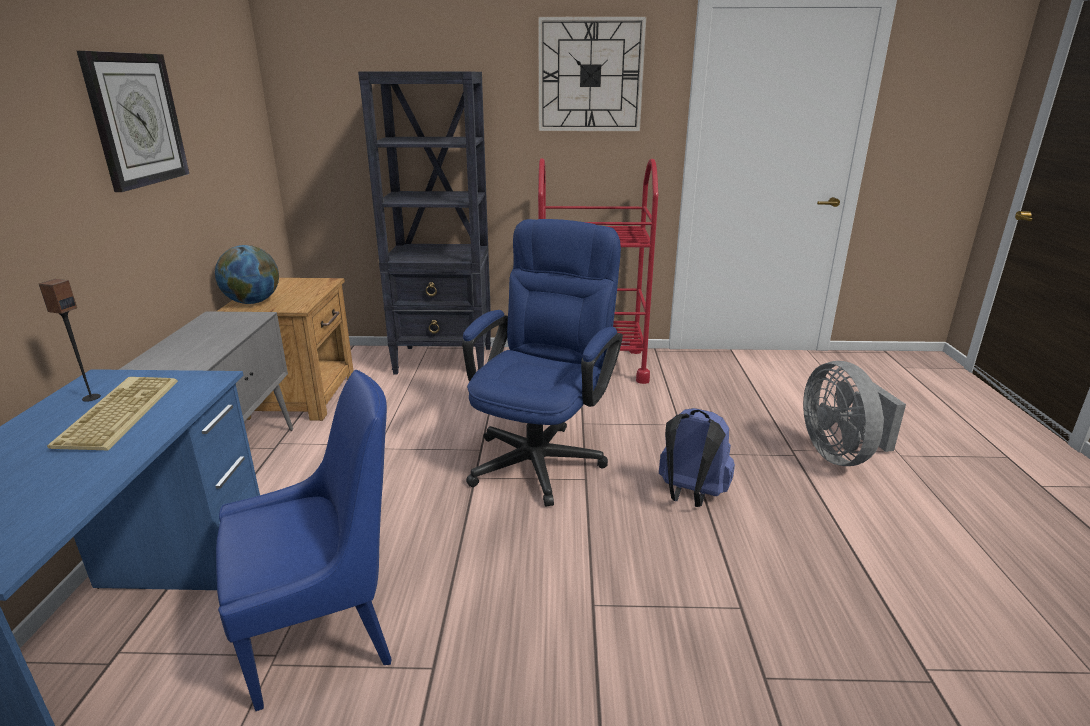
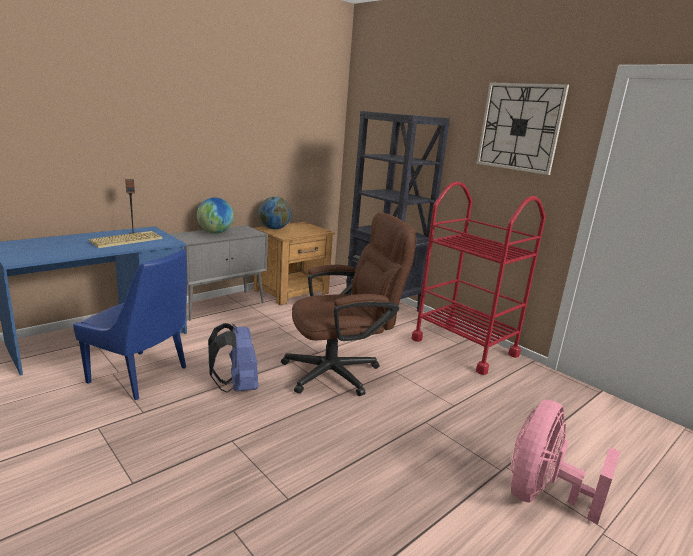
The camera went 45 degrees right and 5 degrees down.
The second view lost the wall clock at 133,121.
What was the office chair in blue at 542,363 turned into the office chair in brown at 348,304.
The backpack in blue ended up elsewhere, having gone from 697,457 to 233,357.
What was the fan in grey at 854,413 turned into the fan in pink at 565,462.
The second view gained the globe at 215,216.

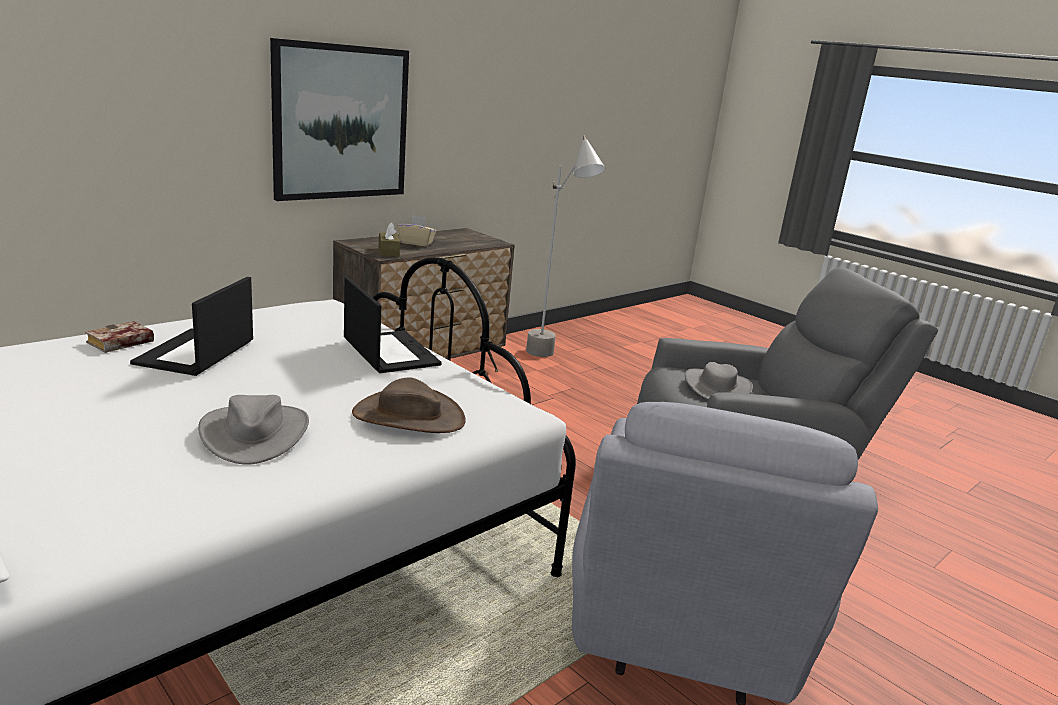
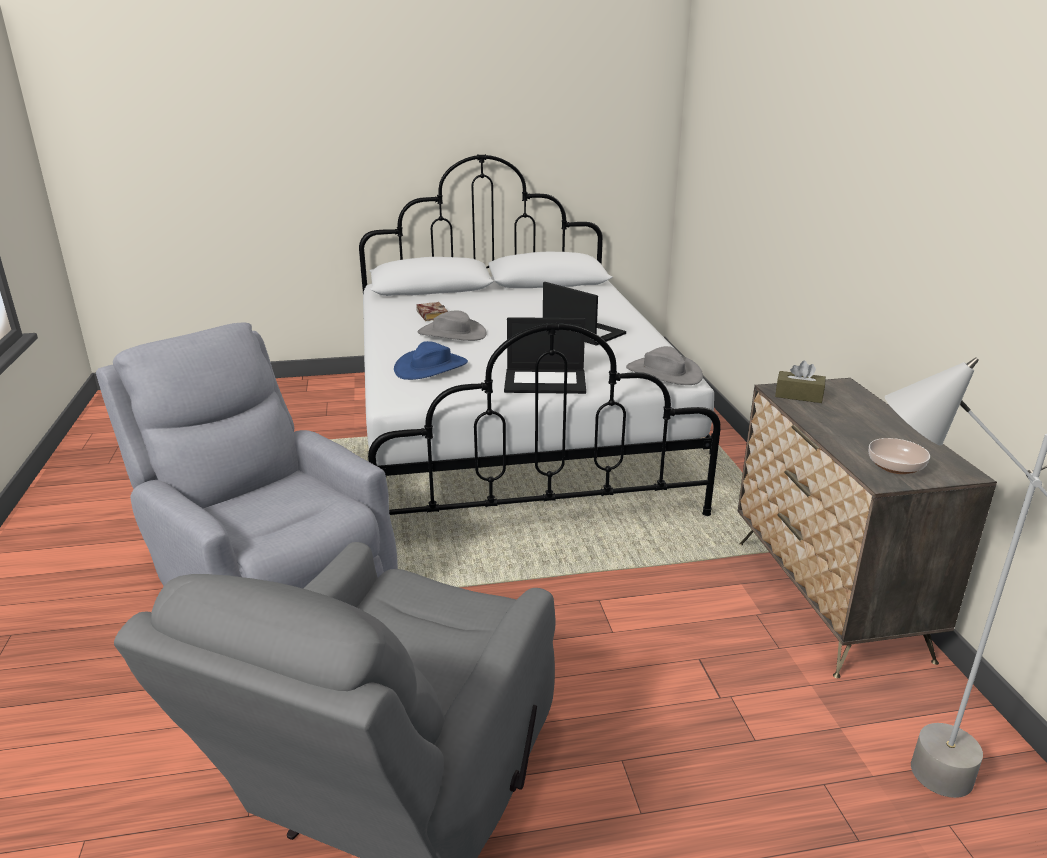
The camera went 125 degrees right and 5 degrees up.
The book ended up elsewhere, having gone from 119,337 to 432,311.
The second view lost the picture at 339,119.
What was the hat in brown at 409,405 turned into the hat in blue at 431,360.
The second view lost the tissue box in beige at 416,231.
The hat in grey ended up elsewhere, having gone from 719,381 to 664,365.
The second view gained the bowl at 899,456.

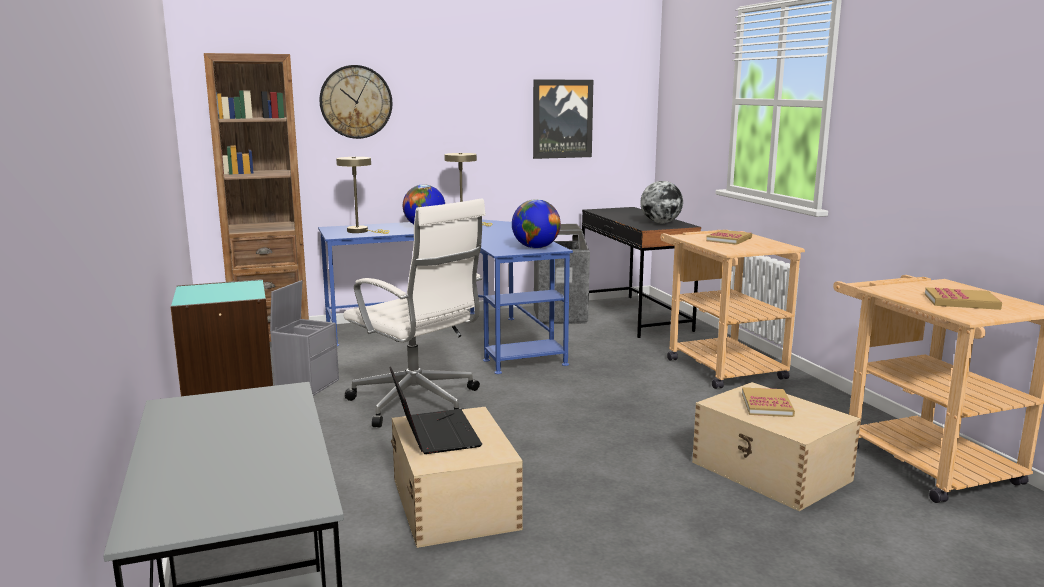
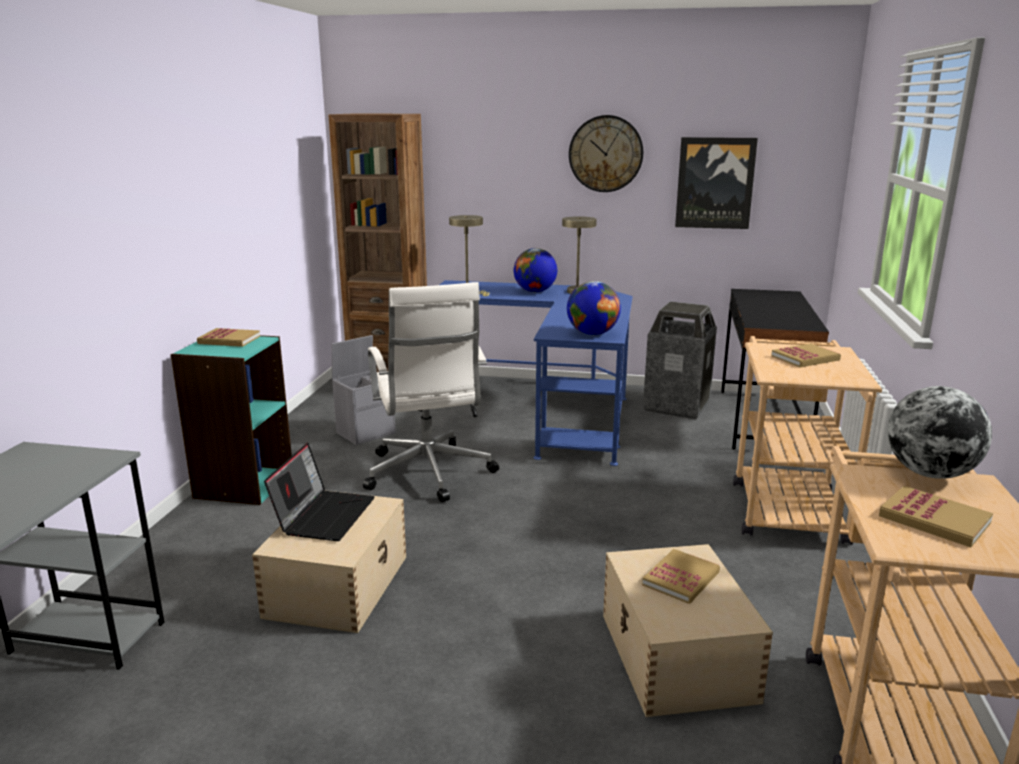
The camera went 30 degrees right and 5 degrees up.
The wall clock ended up elsewhere, having gone from 355,102 to 606,153.
The globe ended up elsewhere, having gone from 661,202 to 940,432.
The second view gained the book at 228,337.

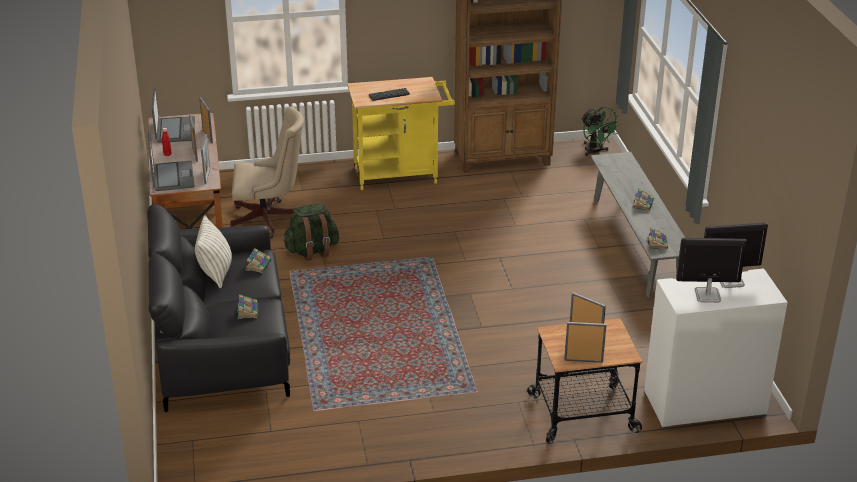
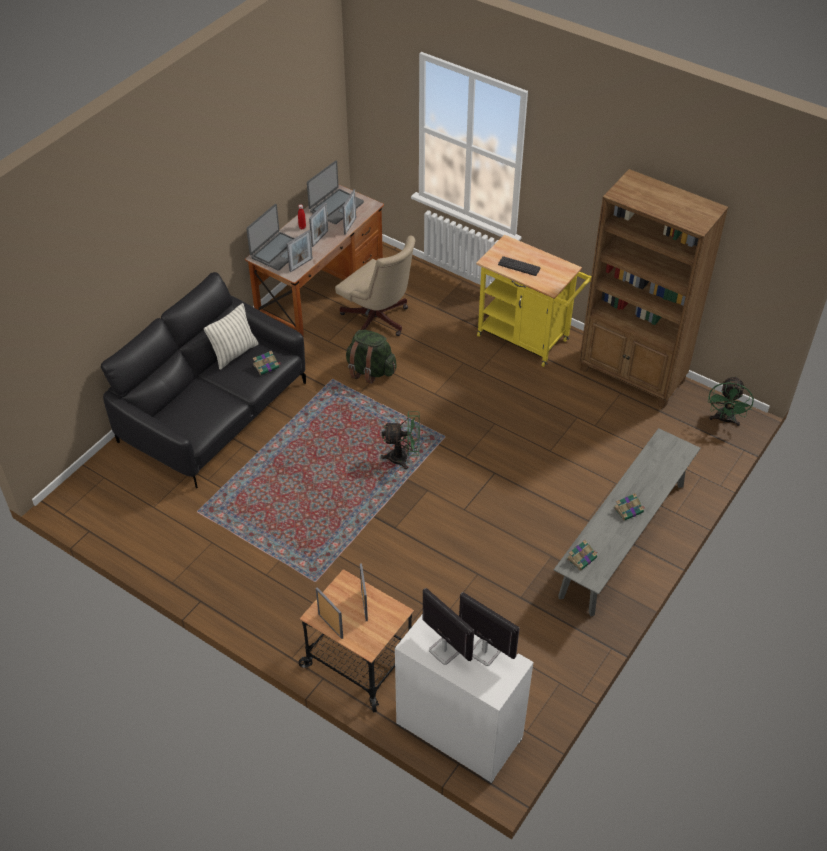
The camera went 45 degrees right and 15 degrees up.
The second view lost the book at 247,306.
The second view gained the fan in green at 400,440.

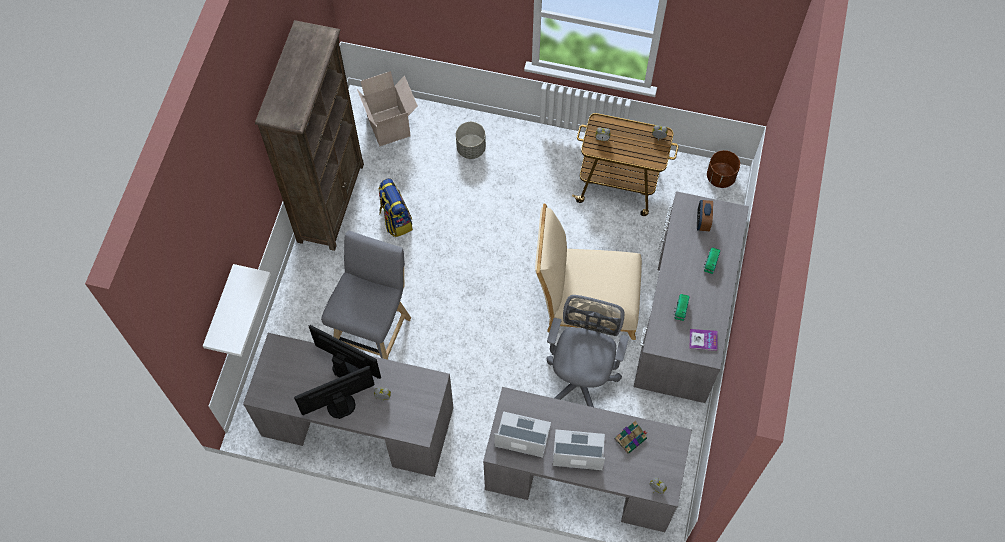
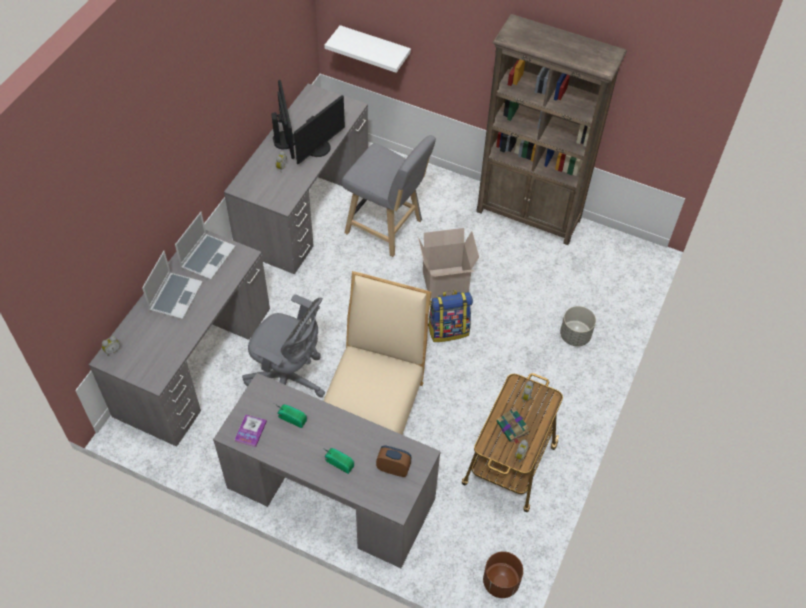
The camera went 100 degrees right and 10 degrees down.
The cardboard box ended up elsewhere, having gone from 387,109 to 448,263.
The backpack ended up elsewhere, having gone from 396,207 to 450,316.
The book ended up elsewhere, having gone from 631,437 to 512,426.

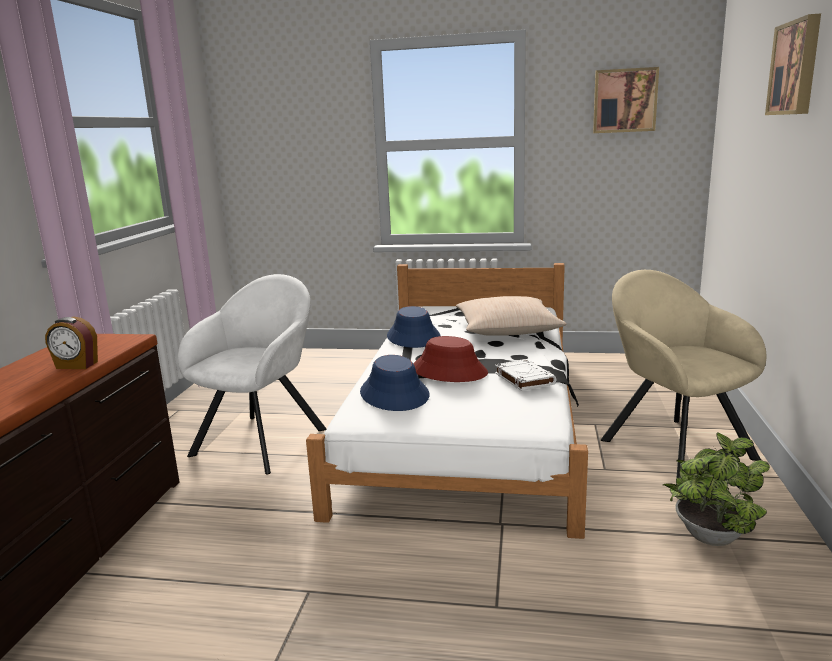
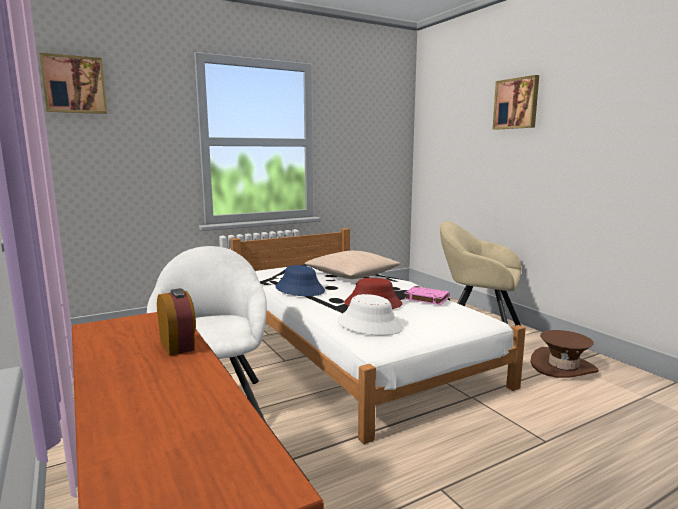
The camera went 40 degrees left and 5 degrees down.
The alarm clock at 71,343 ended up facing another way, 90 degrees counterclockwise from before.
What was the hat in blue at 395,383 turned into the hat in white at 370,314.
What was the book in white at 525,375 turned into the book in pink at 426,295.
The picture ended up elsewhere, having gone from 626,100 to 73,83.
Where the potted plant stood at 716,489, the hat in brown came to stand at 564,354.

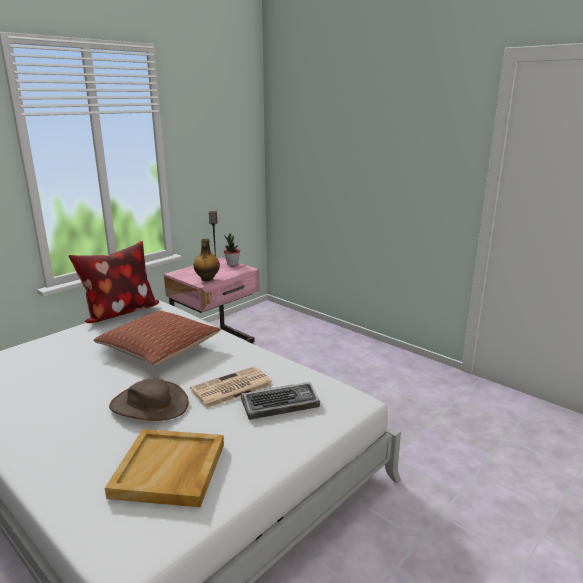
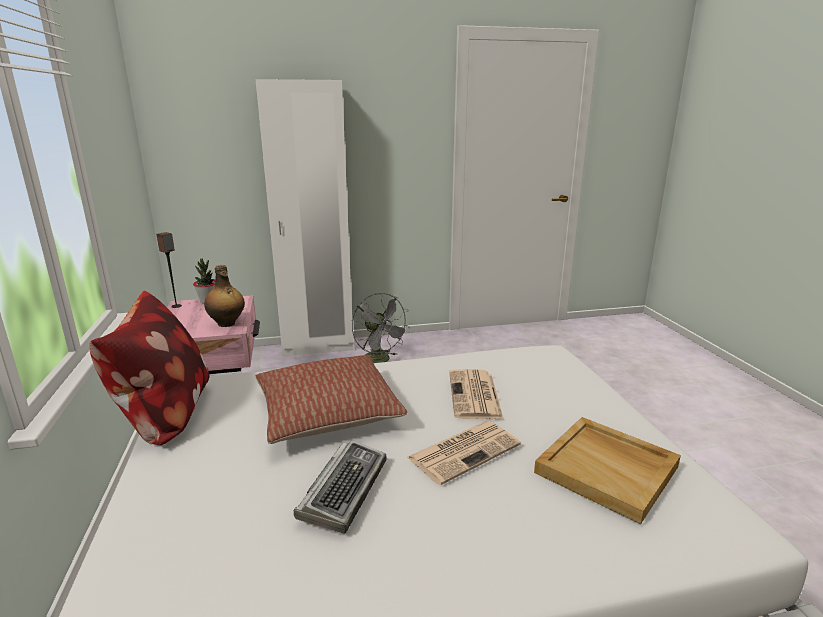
The camera went 55 degrees left and 0 degrees up.
Where the hat in brown stood at 149,399, the newspaper came to stand at 463,453.
The keyboard ended up elsewhere, having gone from 280,401 to 340,486.
The second view gained the wardrobe in white at 304,218.
The second view gained the fan in grey at 381,328.

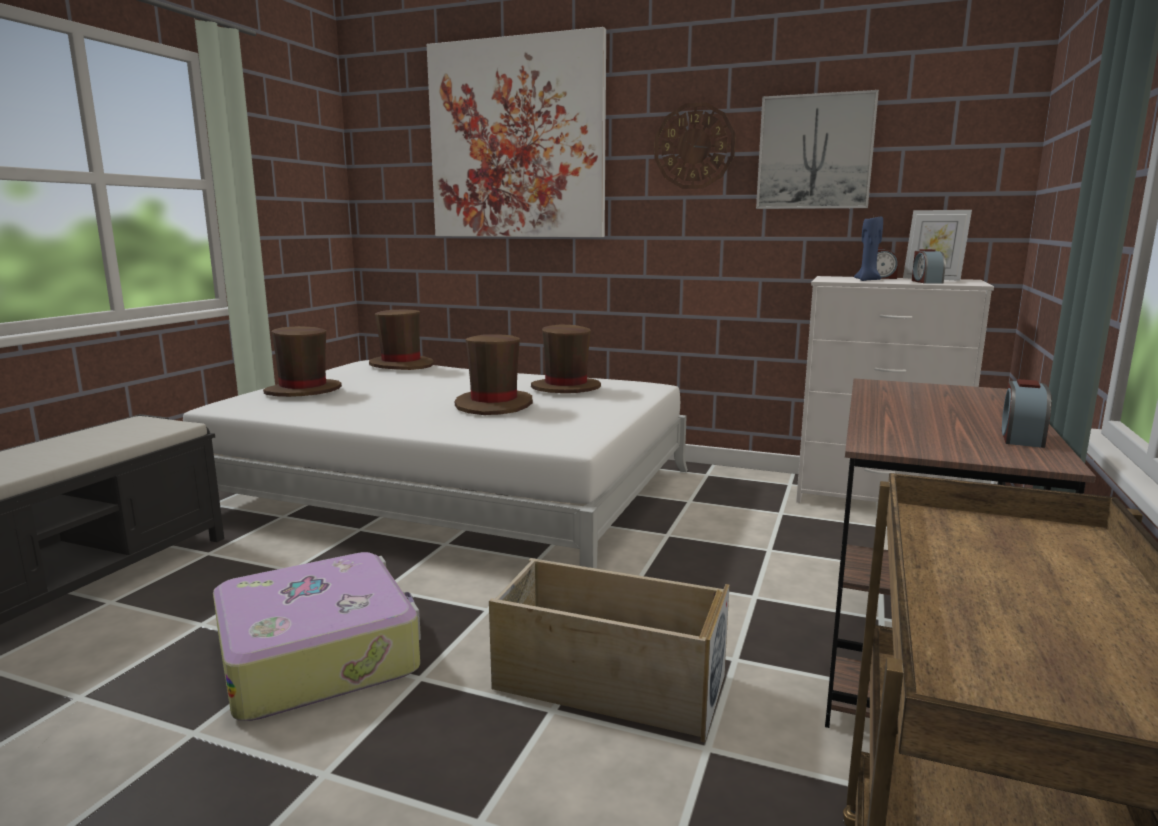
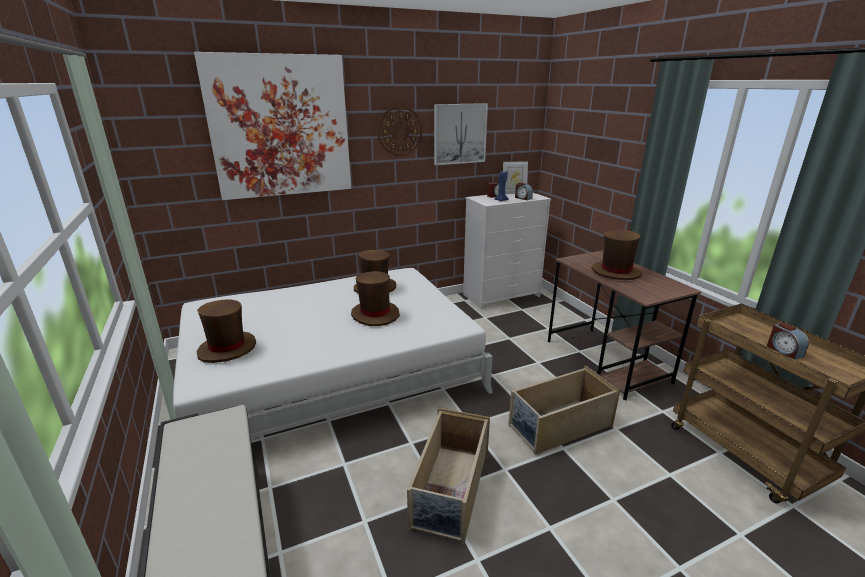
The camera went 45 degrees left and 10 degrees up.
Where the suitcase stood at 317,636, the storage box in beige came to stand at 448,476.
The hat in brown ended up elsewhere, having gone from 401,340 to 616,255.
The alarm clock ended up elsewhere, having gone from 1026,413 to 788,341.

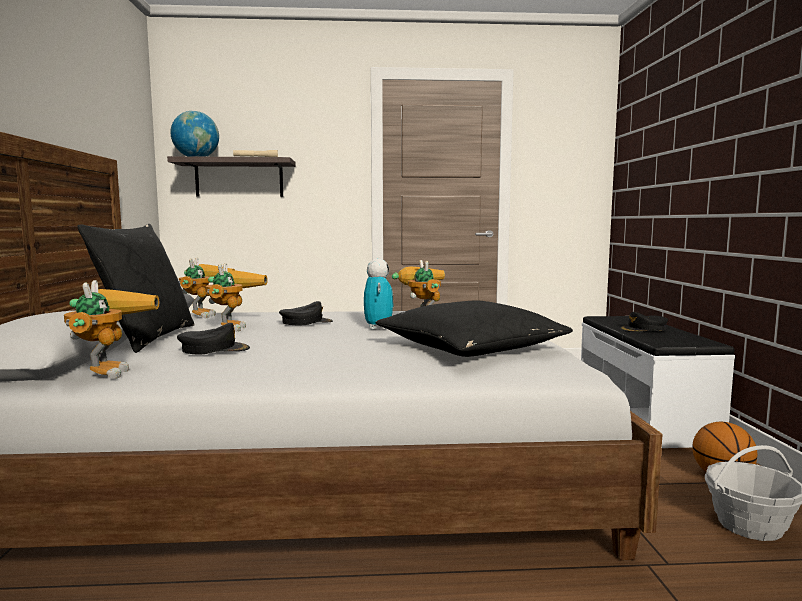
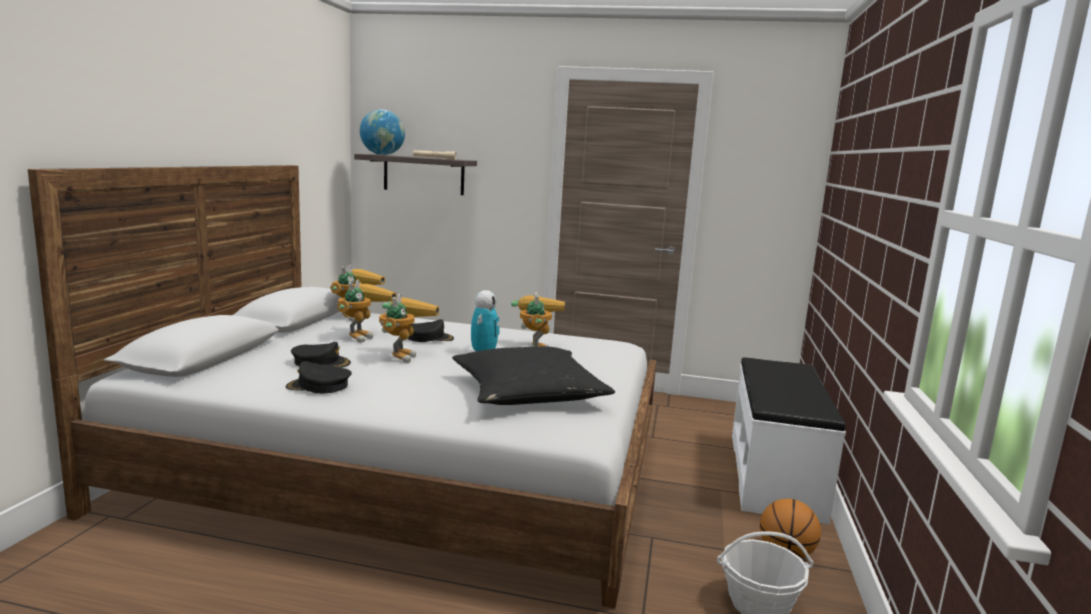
The camera went 15 degrees right and 5 degrees up.
The toy robot ended up elsewhere, having gone from 111,329 to 409,328.
The second view lost the pillow in black at 135,288.
The cap in black ended up elsewhere, having gone from 644,322 to 319,377.

